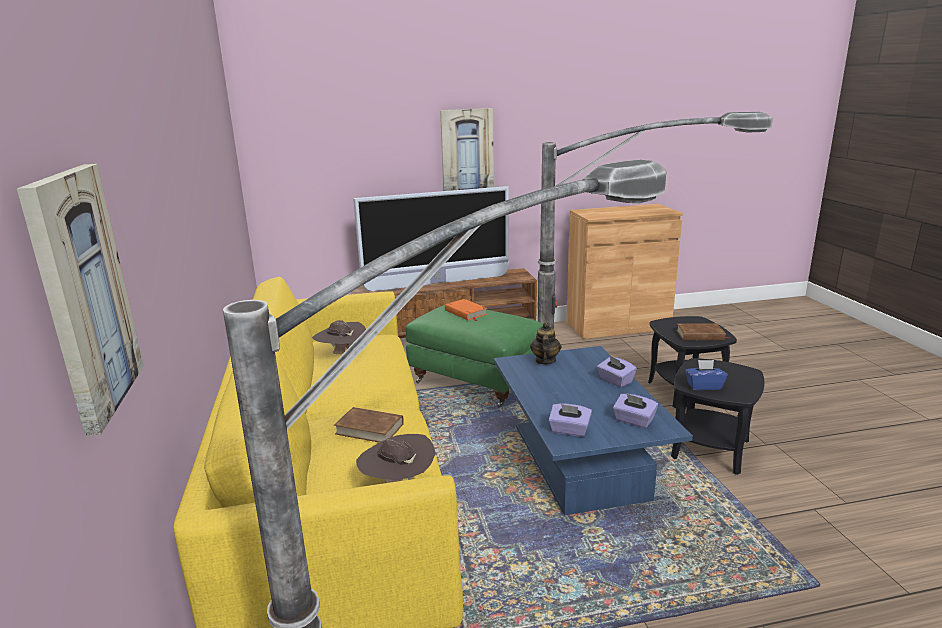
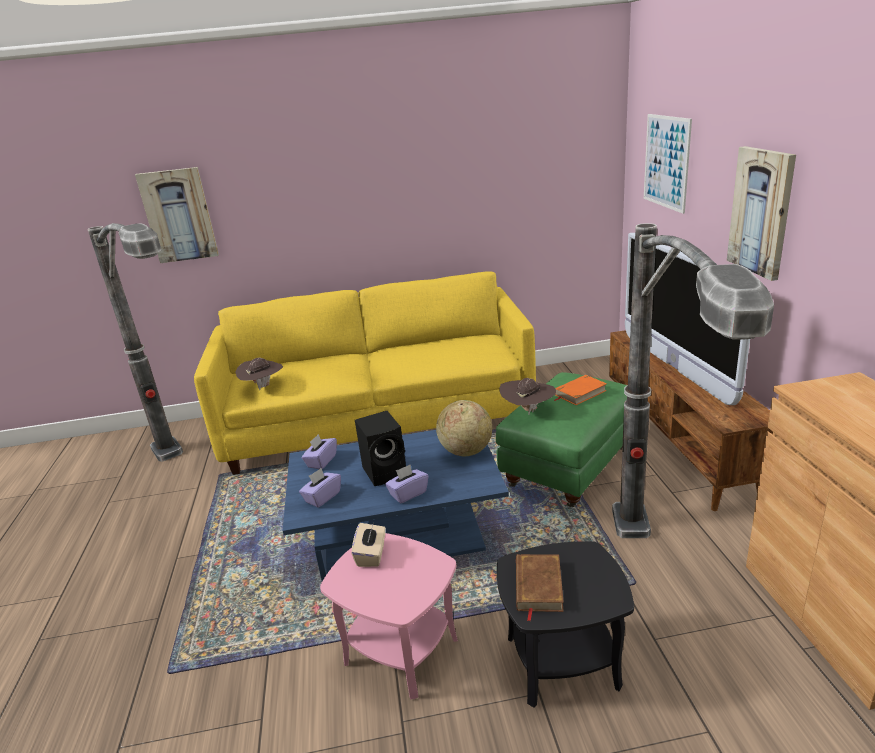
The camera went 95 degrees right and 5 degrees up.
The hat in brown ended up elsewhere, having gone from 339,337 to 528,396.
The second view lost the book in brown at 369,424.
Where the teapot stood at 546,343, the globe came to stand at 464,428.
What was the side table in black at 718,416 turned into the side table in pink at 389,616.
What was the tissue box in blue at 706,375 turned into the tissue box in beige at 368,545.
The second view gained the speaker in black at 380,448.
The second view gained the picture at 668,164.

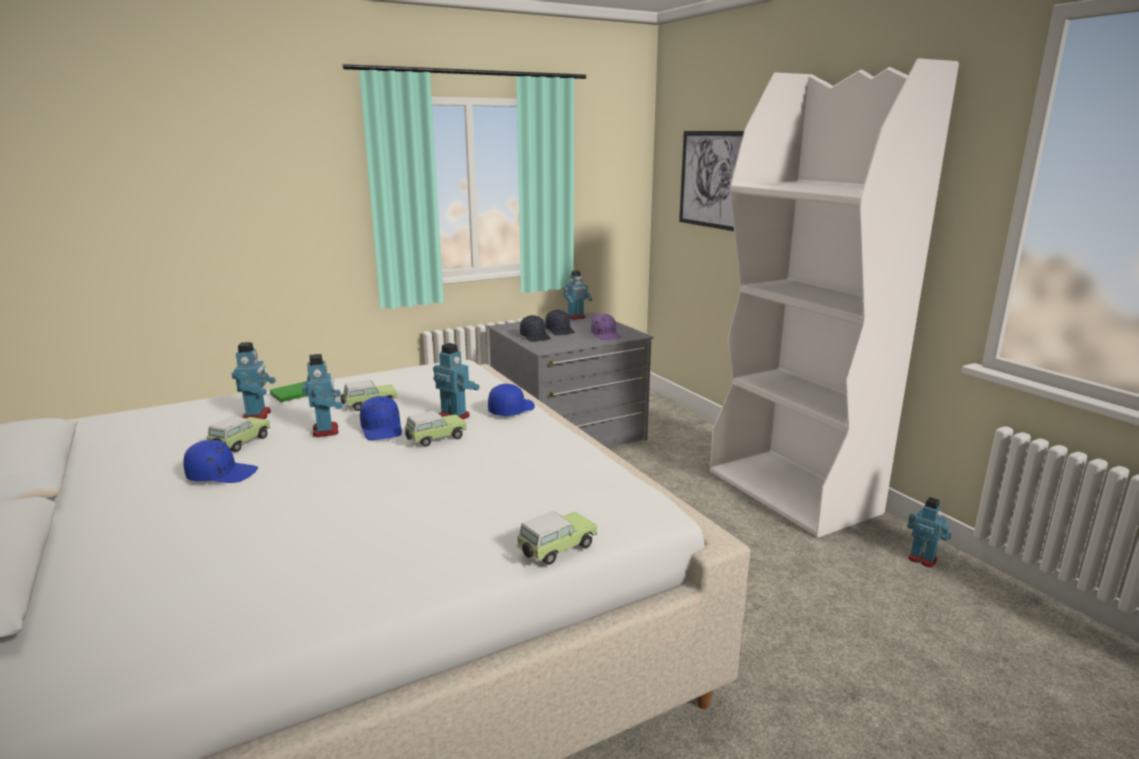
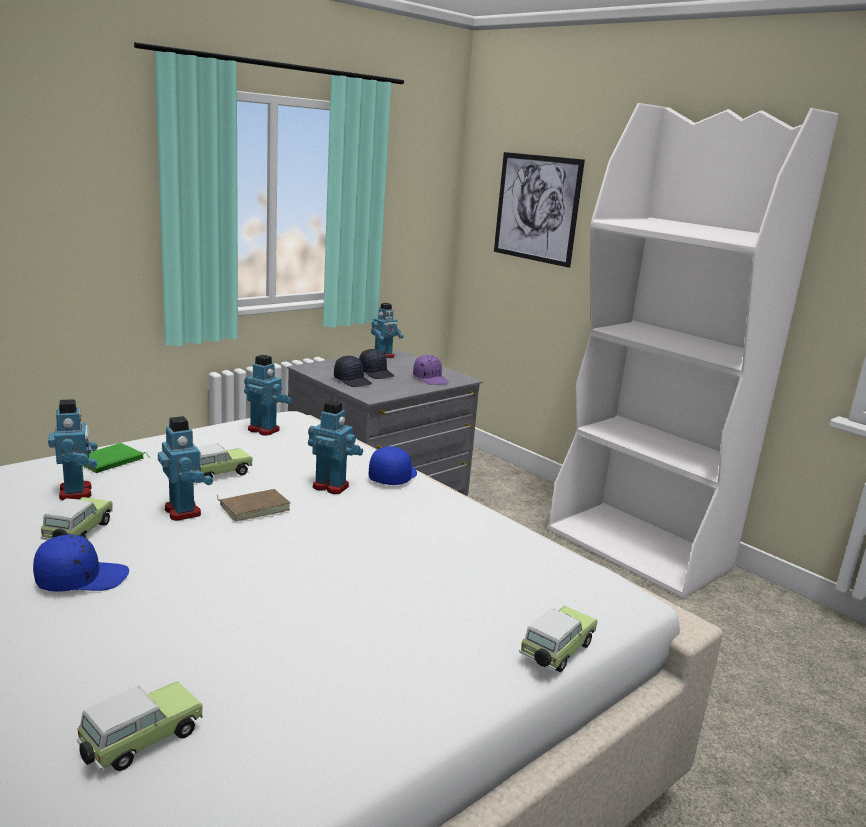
The camera went 15 degrees left and 0 degrees up.
Where the cap in blue stood at 381,418, the book in brown came to stand at 253,505.
The toy car ended up elsewhere, having gone from 436,429 to 140,726.
The toy robot ended up elsewhere, having gone from 929,532 to 268,395.

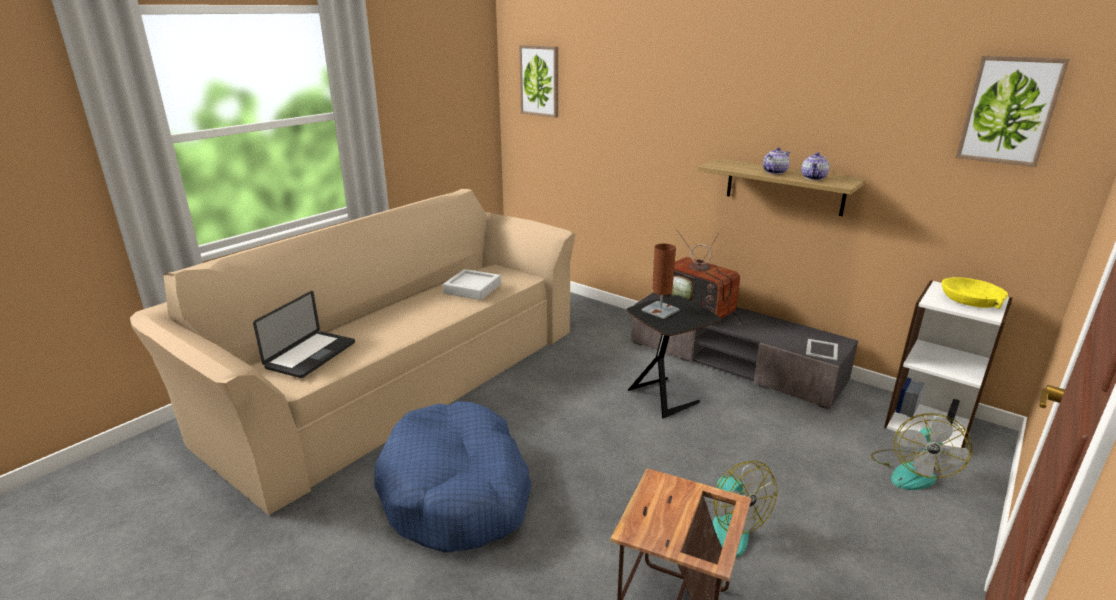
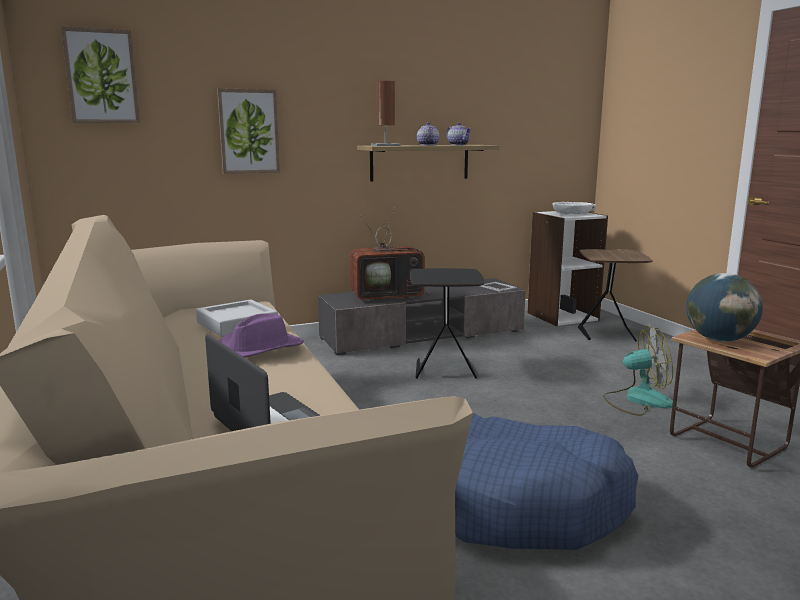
The camera went 60 degrees left and 10 degrees down.
The table lamp in brown ended up elsewhere, having gone from 661,281 to 386,113.
Where the fan stood at 922,451, the side table in brown came to stand at 615,295.
What was the bowl in yellow at 975,293 turned into the bowl in white at 574,208.
The picture ended up elsewhere, having gone from 1013,111 to 248,131.
The second view gained the hat in purple at 261,335.
The second view gained the globe at 724,307.

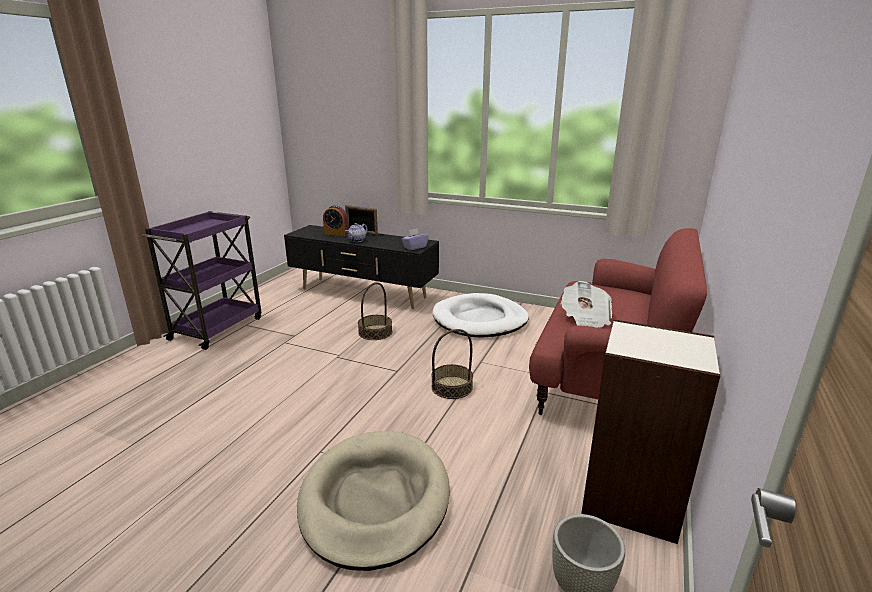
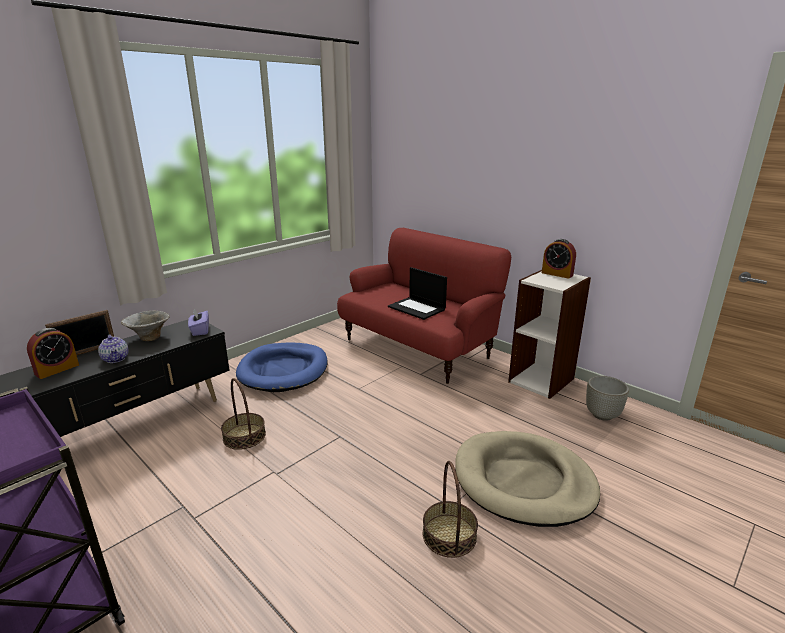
The camera went 70 degrees left and 0 degrees up.
The basket ended up elsewhere, having gone from 452,364 to 450,509.
What was the dog bed in white at 480,315 turned into the dog bed in blue at 282,367.
Where the newspaper stood at 586,304, the laptop came to stand at 417,293.
The second view gained the bowl at 145,325.
The second view gained the alarm clock at 559,259.

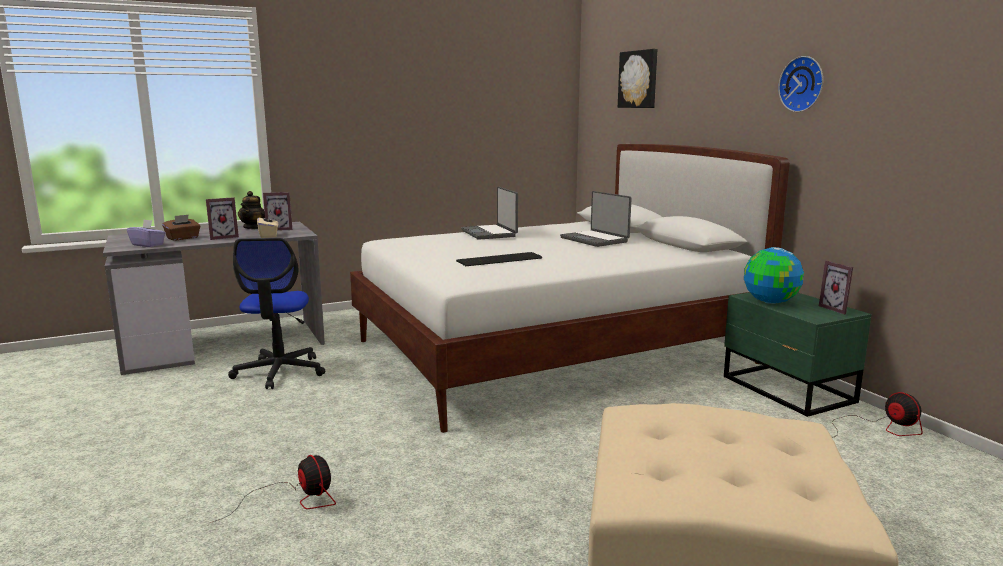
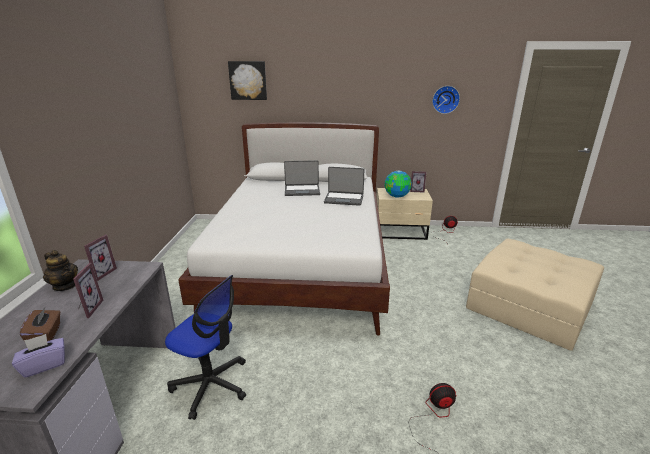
The camera went 60 degrees left and 10 degrees up.
The second view lost the tissue box in beige at 267,225.
The second view lost the keyboard at 499,259.
The laptop ended up elsewhere, having gone from 489,213 to 344,186.
What was the nightstand in green at 798,354 turned into the nightstand in beige at 405,214.
The wall clock ended up elsewhere, having gone from 800,84 to 446,100.

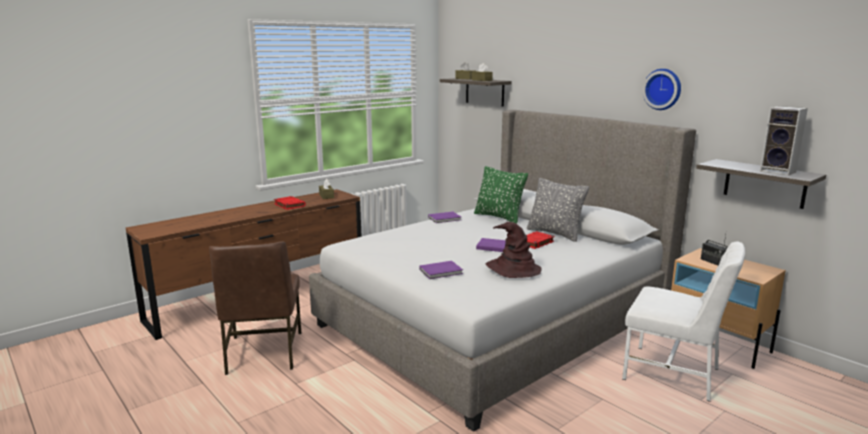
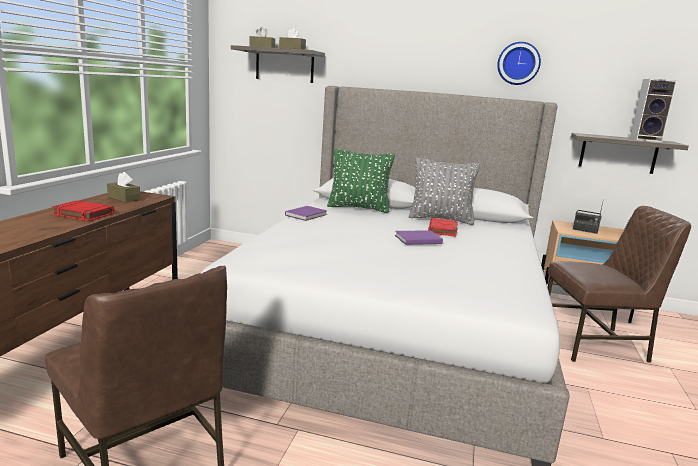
The camera went 35 degrees left and 0 degrees up.
The second view lost the book in purple at 441,270.
The second view lost the hat in brown at 514,250.
What was the chair in white at 683,322 turned into the chair in brown at 619,284.

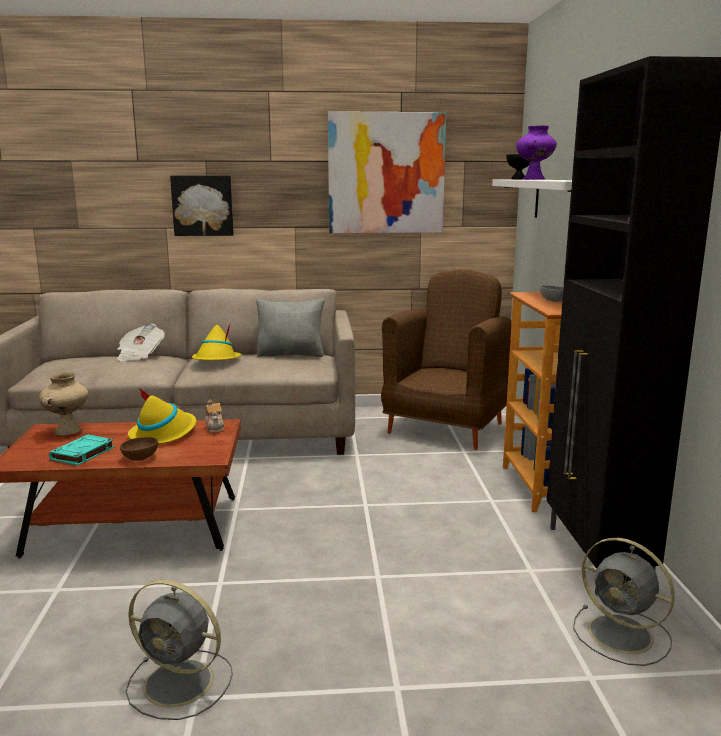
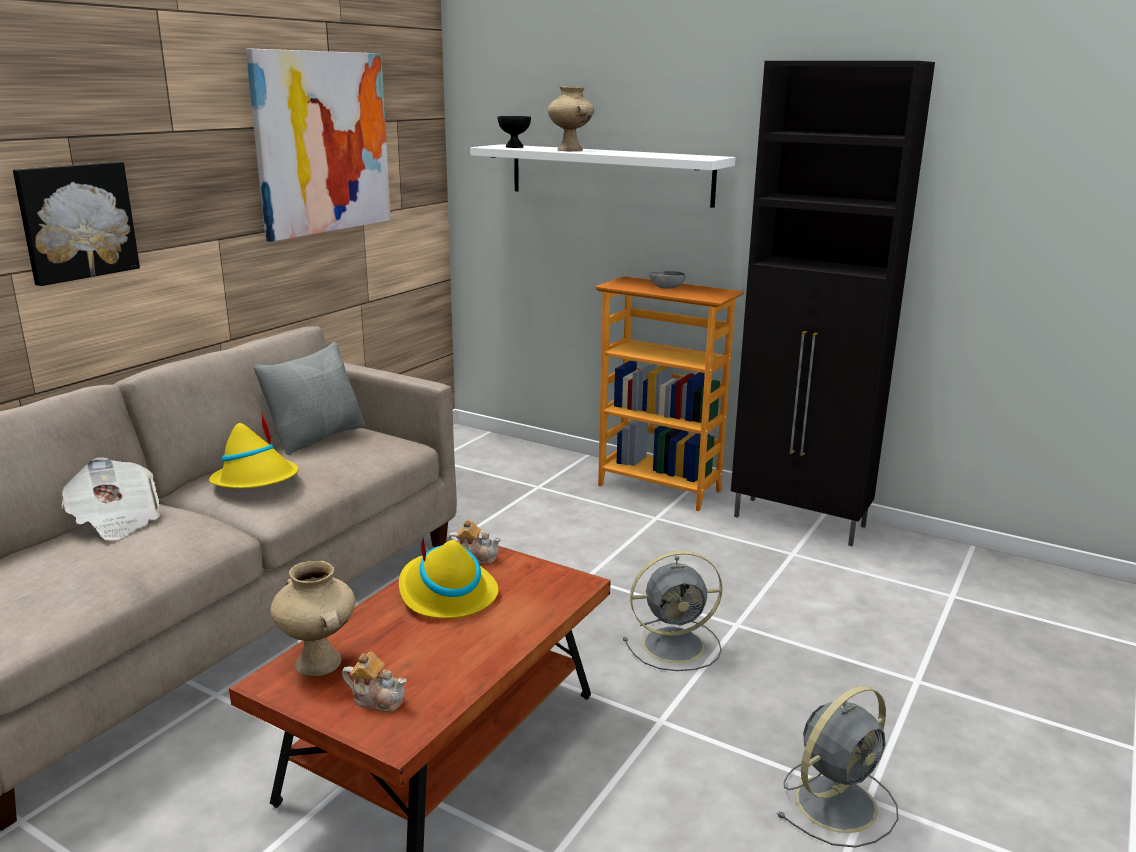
The camera went 55 degrees left and 5 degrees up.
The second view lost the book in turquoise at 82,450.
The second view lost the bowl in brown at 139,449.
The second view lost the armchair in brown at 446,360.
What was the vase in purple at 536,152 turned into the vase in beige at 571,118.
The fan in grey ended up elsewhere, having gone from 624,602 to 672,611.
The second view gained the teapot at 374,682.

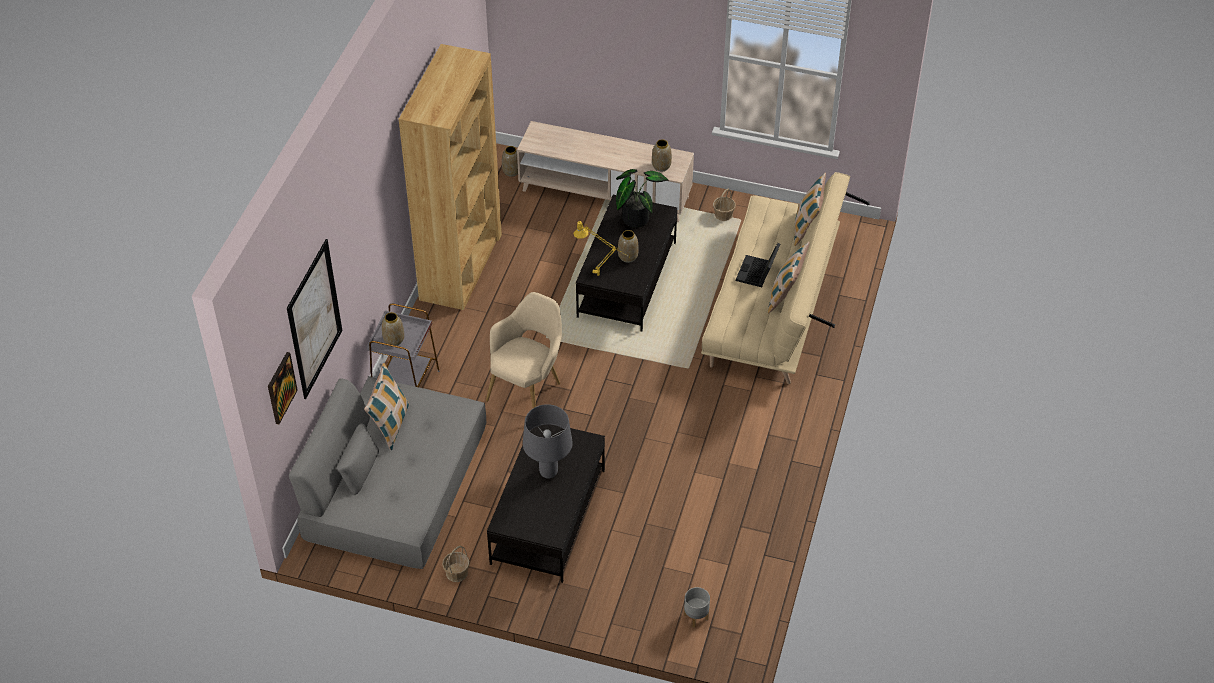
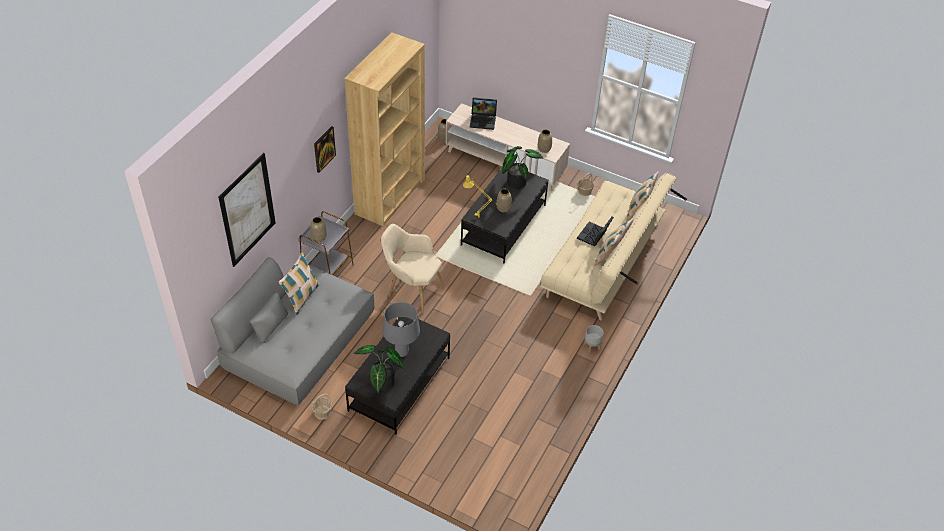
The camera went 10 degrees right and 0 degrees up.
The picture ended up elsewhere, having gone from 283,388 to 325,149.
The armchair in beige at 524,350 ended up facing another way, 105 degrees counterclockwise from before.
The planter in grey ended up elsewhere, having gone from 697,607 to 593,339.
The second view gained the potted plant at 378,369.
The second view gained the laptop at 483,113.

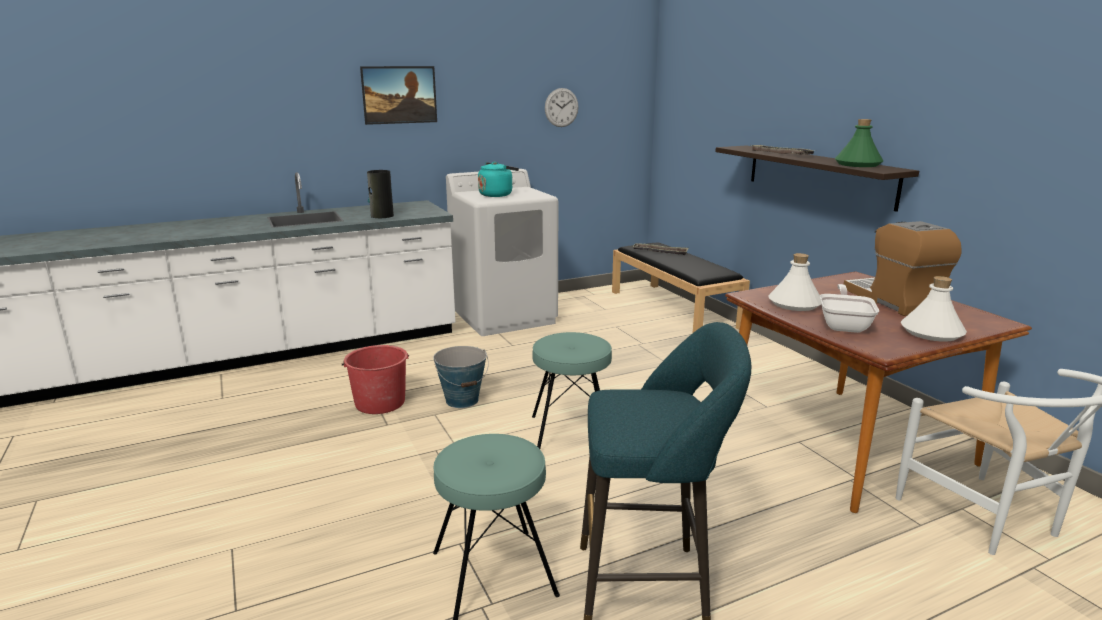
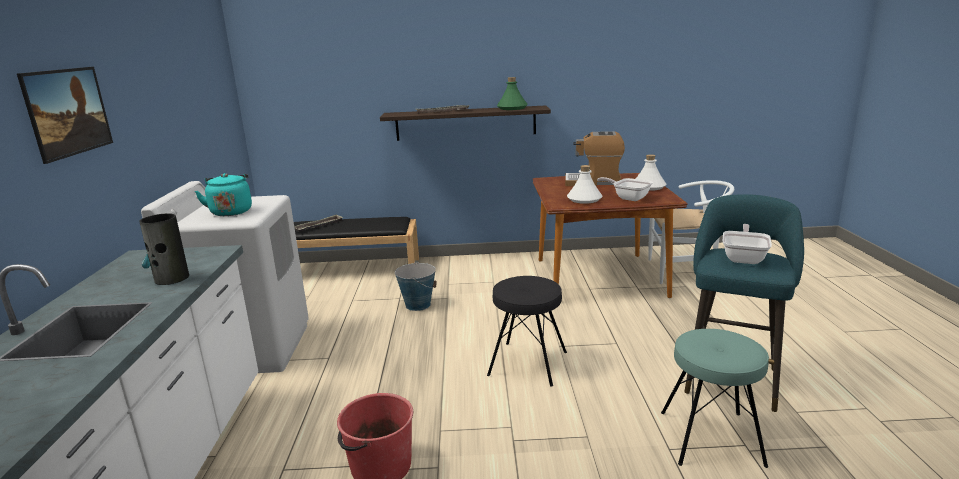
The camera went 65 degrees left and 0 degrees up.
The bucket ended up elsewhere, having gone from 461,377 to 416,286.
What was the stool in turquoise at 572,390 turned into the stool in black at 527,331.
The second view lost the wall clock at 562,107.
The second view gained the frying pan at 747,244.

